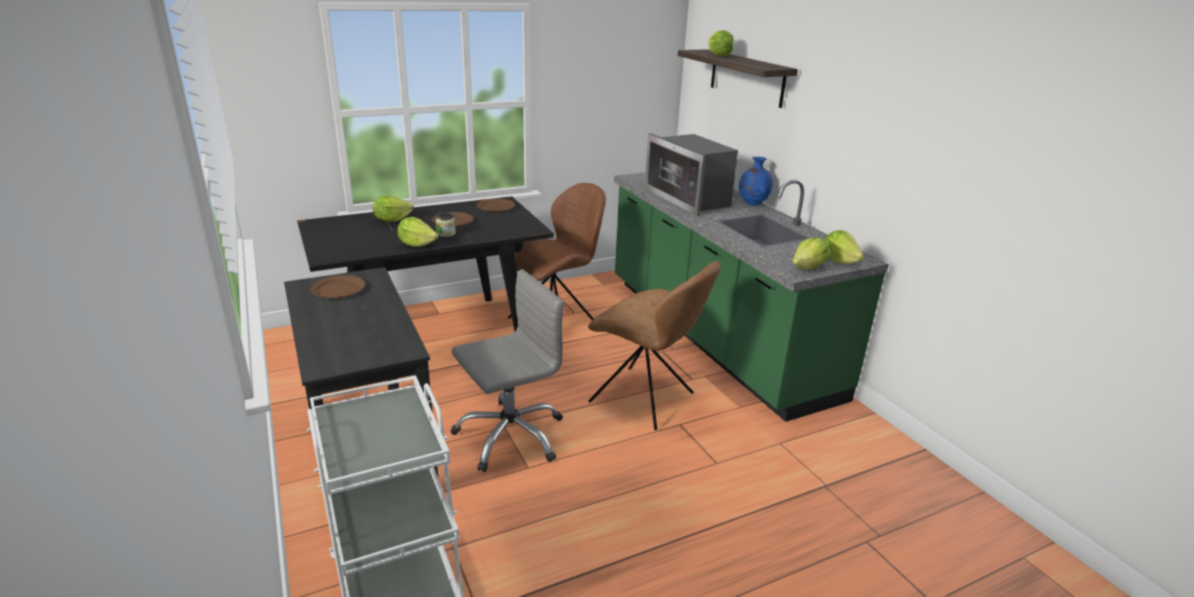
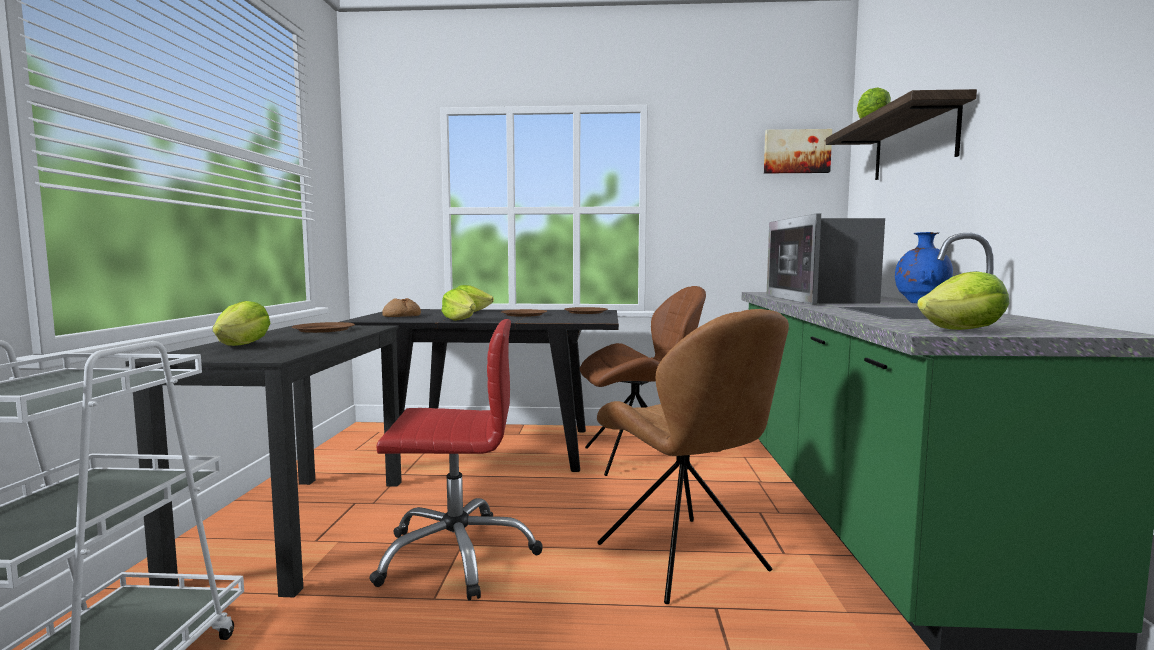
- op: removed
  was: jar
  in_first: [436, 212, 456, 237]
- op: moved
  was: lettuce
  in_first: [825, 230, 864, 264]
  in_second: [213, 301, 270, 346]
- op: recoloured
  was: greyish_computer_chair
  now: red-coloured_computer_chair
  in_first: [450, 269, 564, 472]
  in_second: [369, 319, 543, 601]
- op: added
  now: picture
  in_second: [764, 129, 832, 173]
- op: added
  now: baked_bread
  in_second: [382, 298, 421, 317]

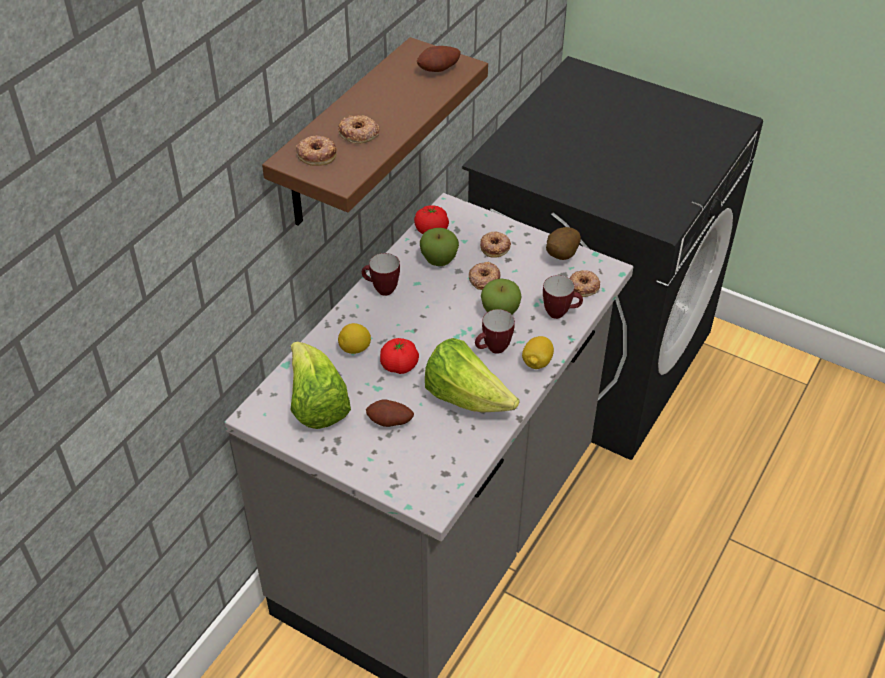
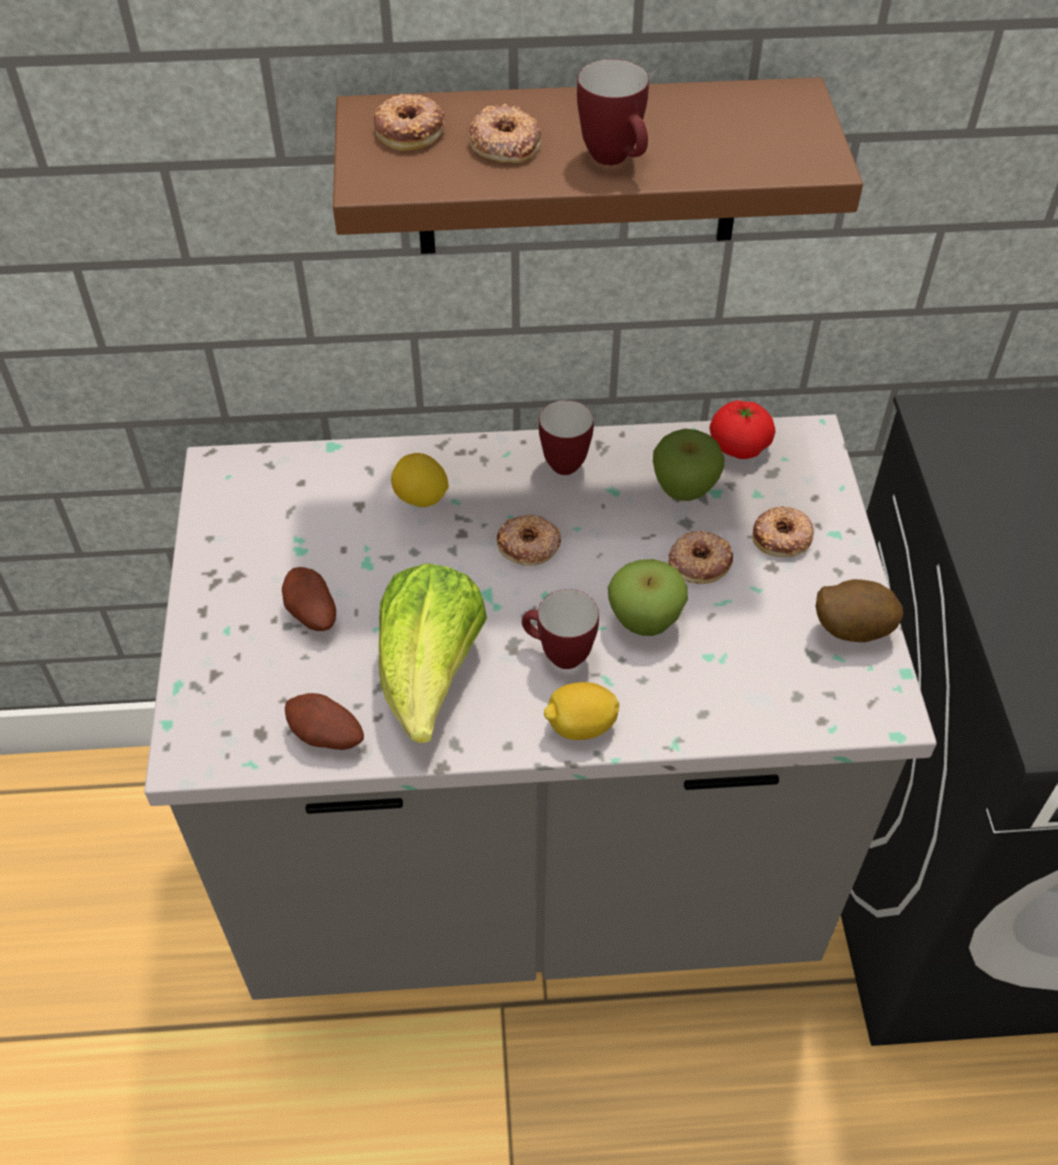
- op: moved
  was: spud
  in_first: [417, 46, 461, 72]
  in_second: [285, 693, 364, 750]
- op: moved
  was: donut
  in_first: [569, 270, 600, 297]
  in_second: [497, 515, 561, 566]
- op: moved
  was: mug
  in_first: [543, 275, 583, 319]
  in_second: [577, 59, 649, 165]
- op: removed
  was: tomato
  in_first: [380, 338, 419, 374]
- op: removed
  was: lettuce
  in_first: [290, 341, 351, 429]

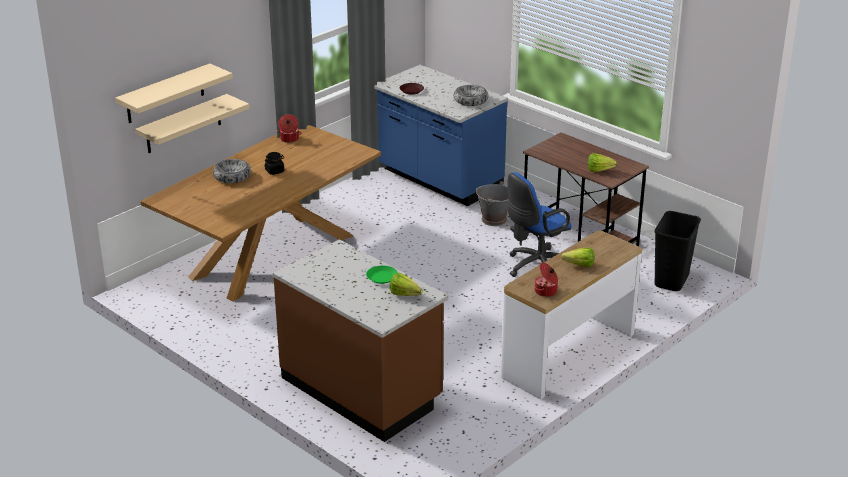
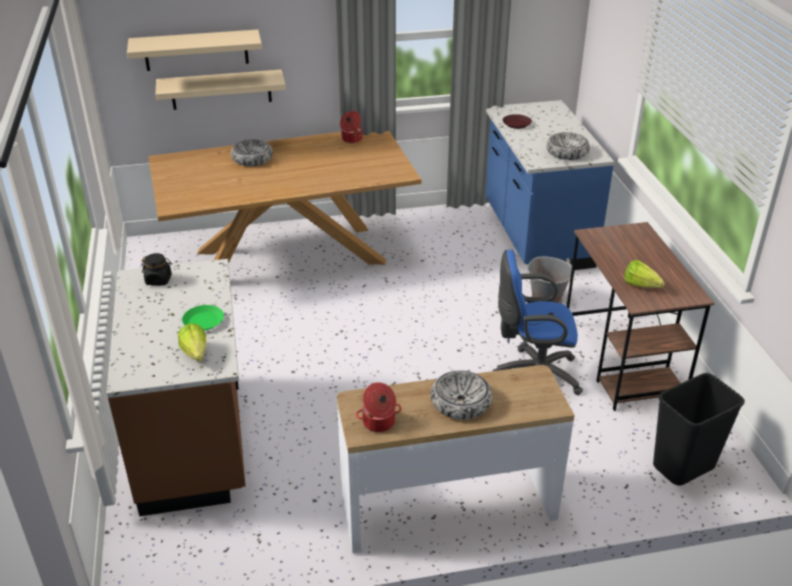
- op: moved
  was: black-coloured_jar
  in_first: [264, 152, 284, 175]
  in_second: [141, 253, 172, 286]
- op: replaced
  was: lettuce
  now: serving_bowl
  in_first: [561, 248, 595, 267]
  in_second: [430, 371, 492, 420]

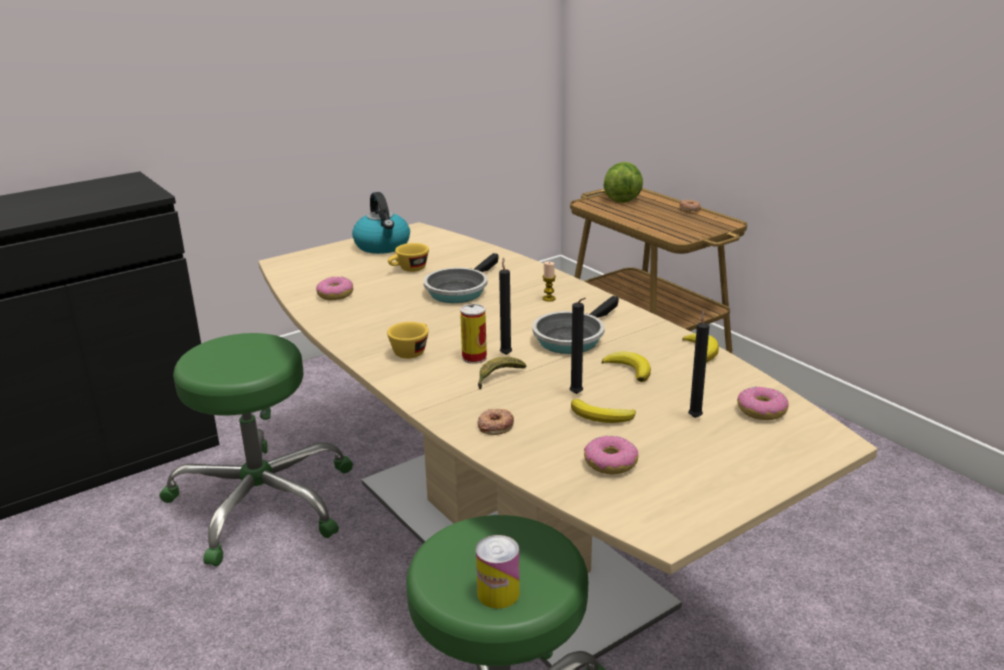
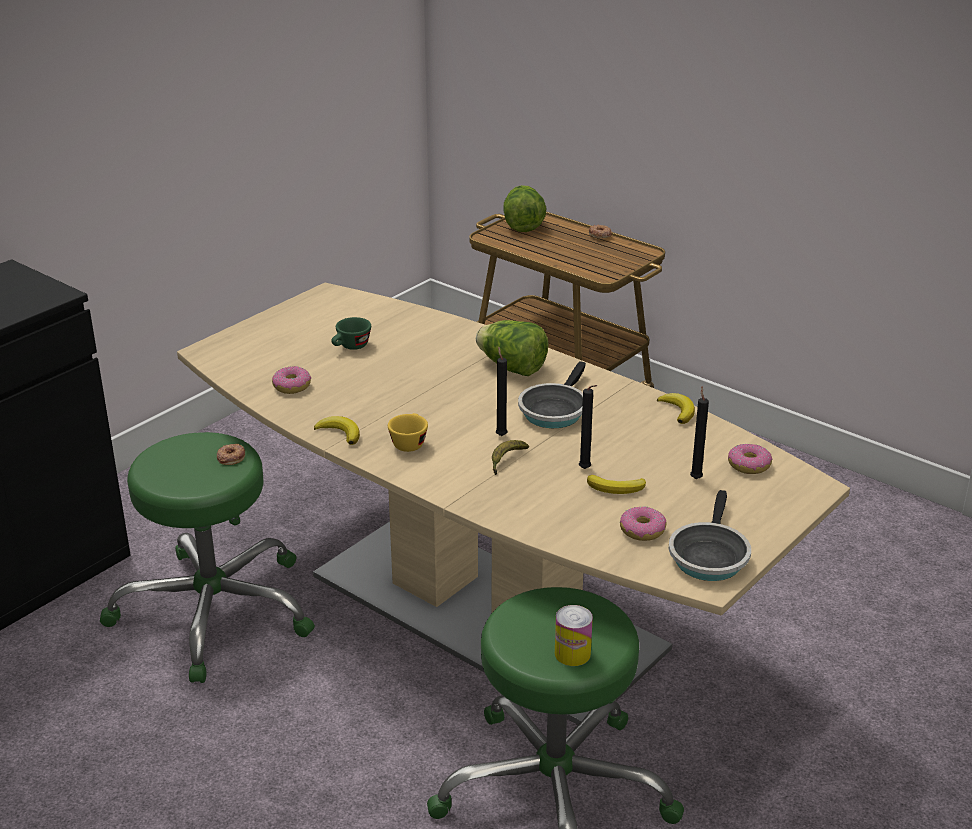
- op: removed
  was: kettle
  in_first: [352, 192, 410, 254]
- op: recoloured
  was: yellow_drinking_cup
  now: green_drinking_cup
  in_first: [388, 243, 429, 272]
  in_second: [331, 317, 371, 350]
- op: moved
  was: skillet
  in_first: [424, 253, 499, 303]
  in_second: [669, 490, 751, 581]
- op: replaced
  was: wax_light
  now: lettuce
  in_first: [542, 262, 556, 302]
  in_second: [476, 320, 549, 376]
- op: removed
  was: sealed_can
  in_first: [460, 304, 487, 364]
- op: moved
  was: banana
  in_first: [602, 351, 651, 382]
  in_second: [314, 416, 360, 445]
- op: moved
  was: donut
  in_first: [477, 409, 514, 435]
  in_second: [217, 444, 245, 465]

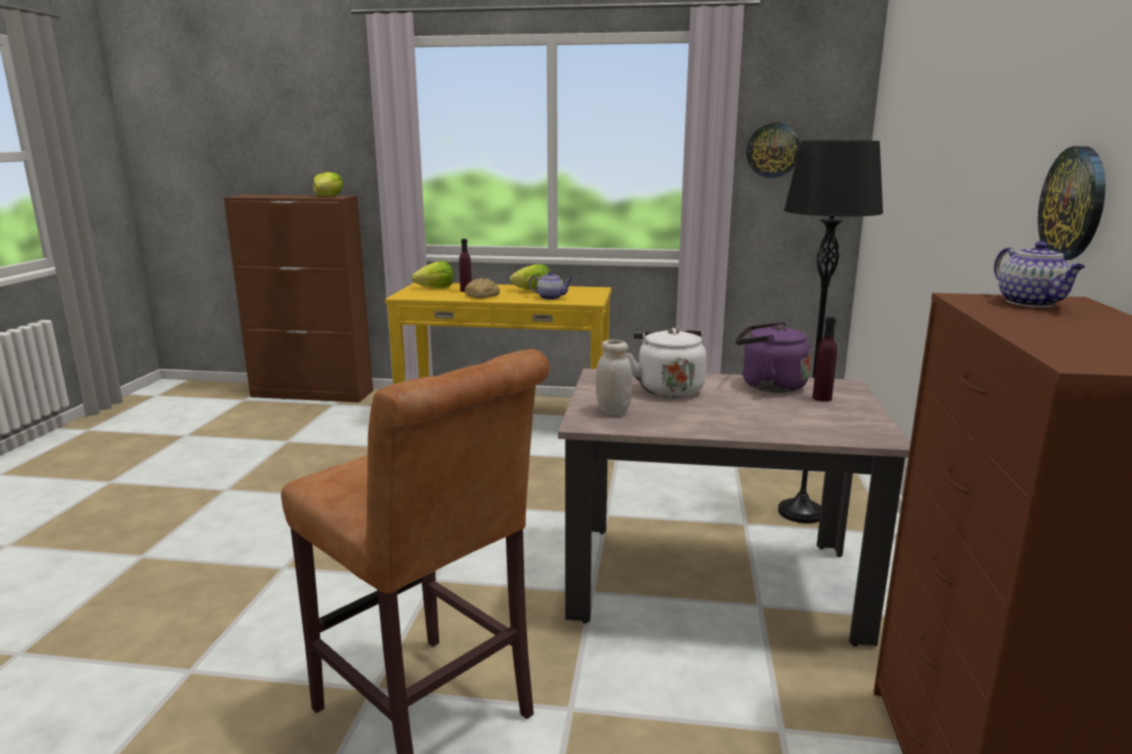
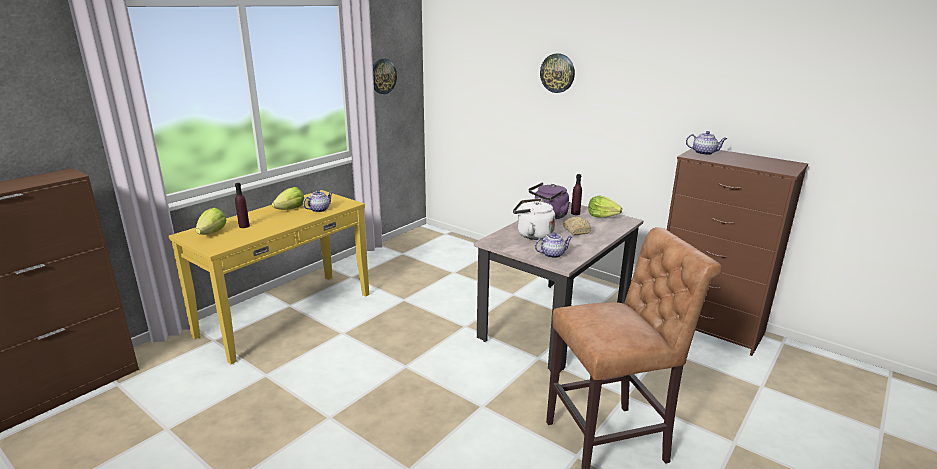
- op: removed
  was: black-coloured_standing_lamp
  in_first: [778, 140, 883, 524]
- op: moved
  was: hanging_clock
  in_first: [1038, 146, 1106, 260]
  in_second: [540, 53, 575, 93]
- op: moved
  was: lettuce
  in_first: [313, 172, 343, 196]
  in_second: [588, 196, 622, 218]
- op: moved
  was: baked_bread
  in_first: [465, 278, 500, 299]
  in_second: [563, 217, 591, 235]
- op: replaced
  was: white-coloured_jar
  now: tea_pot
  in_first: [596, 340, 632, 415]
  in_second: [535, 232, 572, 258]

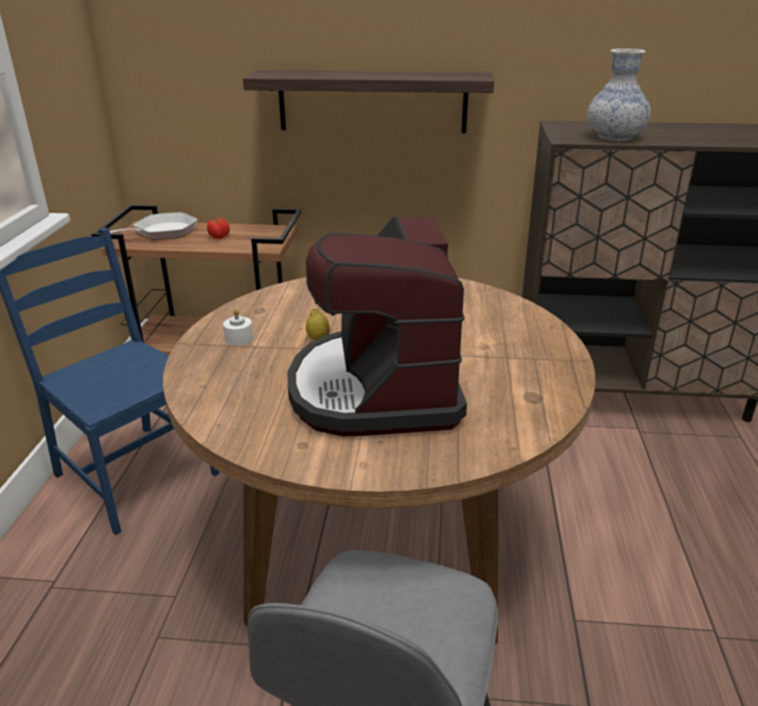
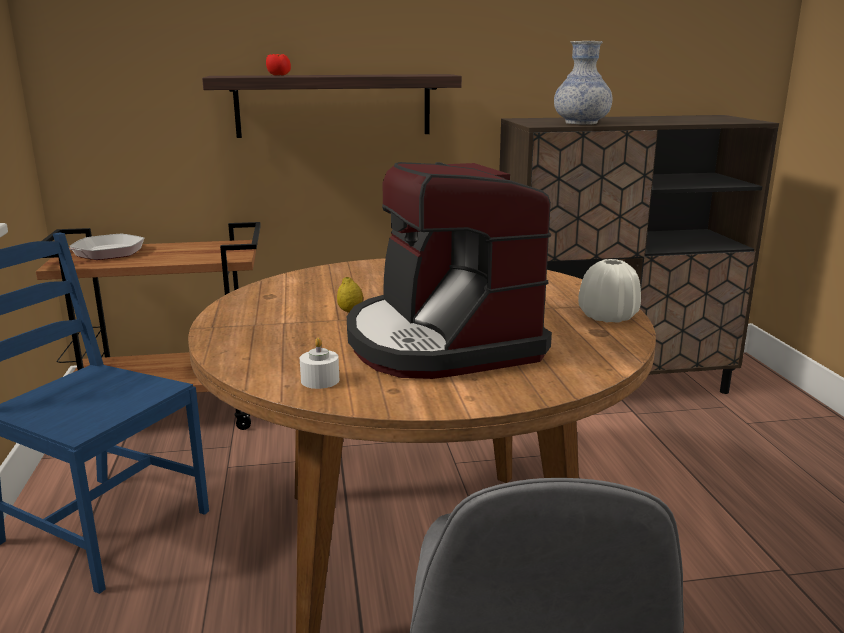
- op: moved
  was: tomato
  in_first: [207, 218, 230, 239]
  in_second: [266, 54, 291, 76]
- op: moved
  was: white-coloured_wax_light
  in_first: [223, 309, 253, 346]
  in_second: [300, 338, 339, 389]
- op: added
  now: white-coloured_flower_vase
  in_second: [578, 259, 641, 323]

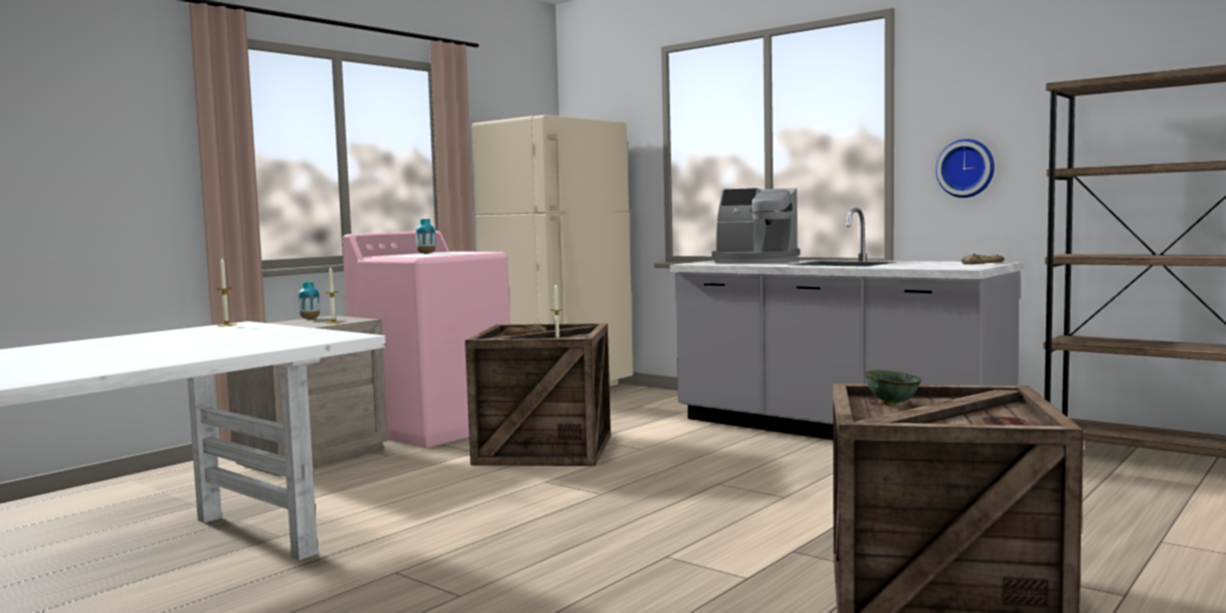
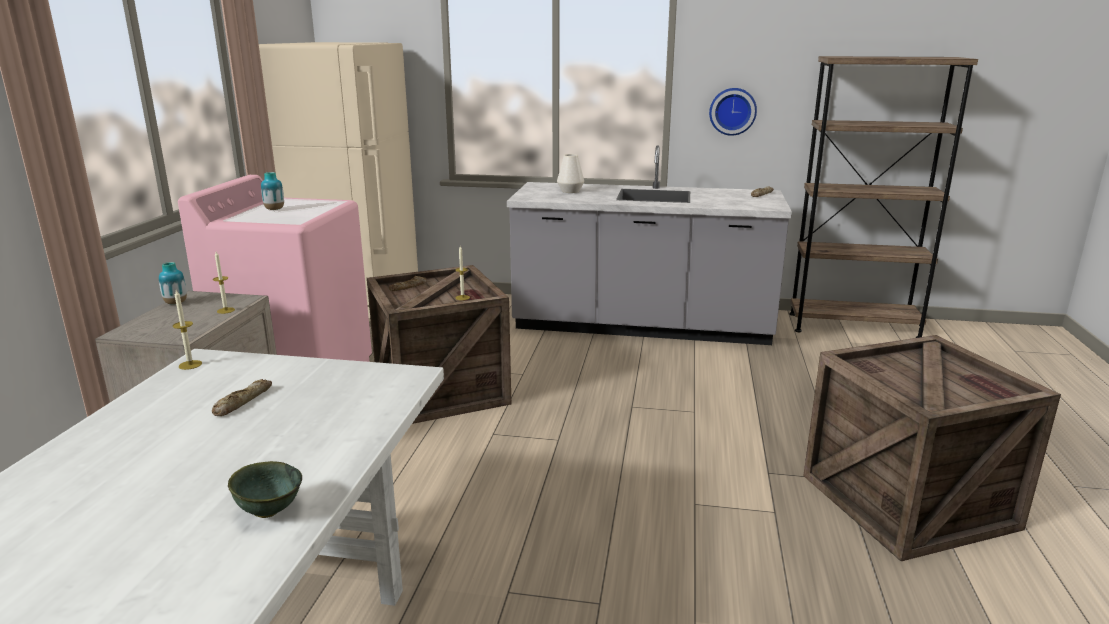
- op: replaced
  was: coffee_maker
  now: white-coloured_flower_vase
  in_first: [712, 188, 800, 264]
  in_second: [557, 154, 584, 193]
- op: moved
  was: green_serving_bowl
  in_first: [865, 370, 921, 406]
  in_second: [228, 461, 302, 518]
- op: added
  now: baked_bread
  in_second: [212, 379, 272, 416]

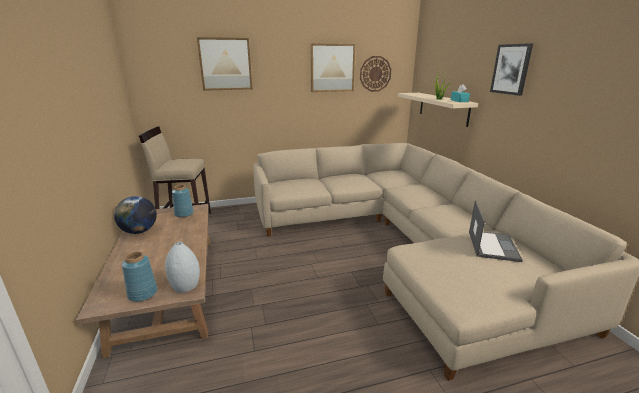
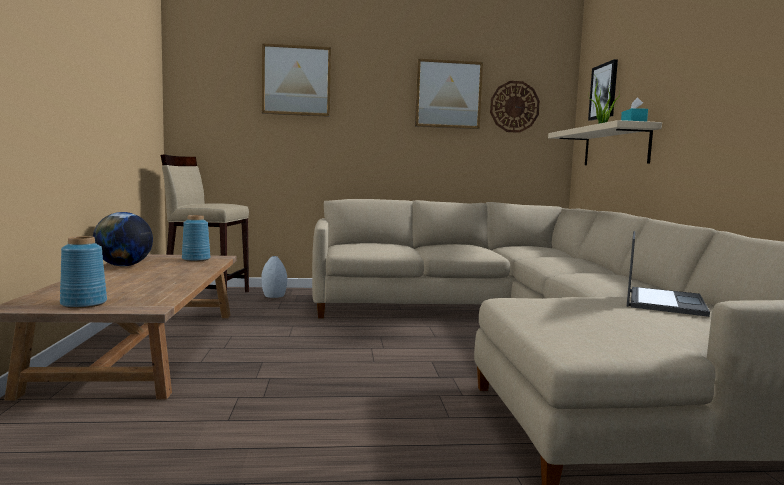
- op: moved
  was: picture
  in_first: [490, 43, 533, 96]
  in_second: [588, 59, 618, 121]
- op: moved
  was: greyish_flower_vase
  in_first: [165, 242, 200, 293]
  in_second: [261, 256, 287, 298]

